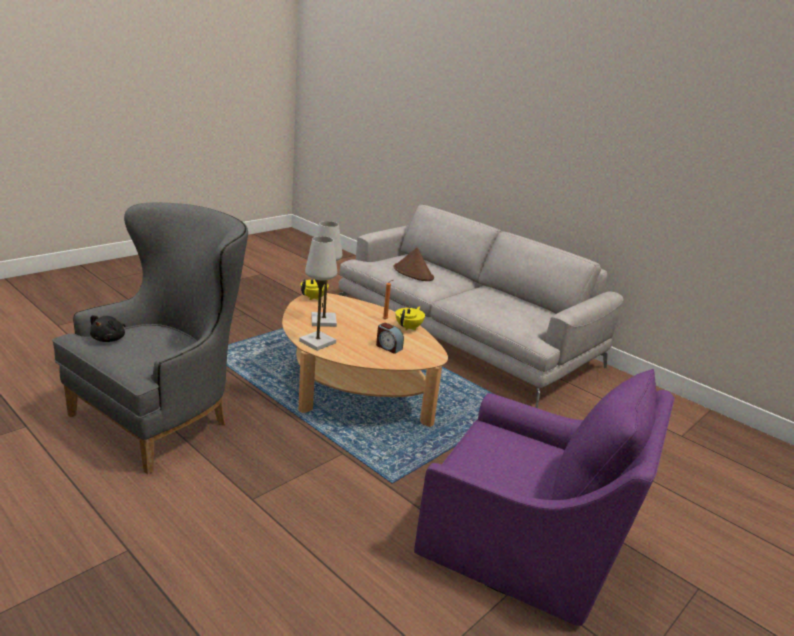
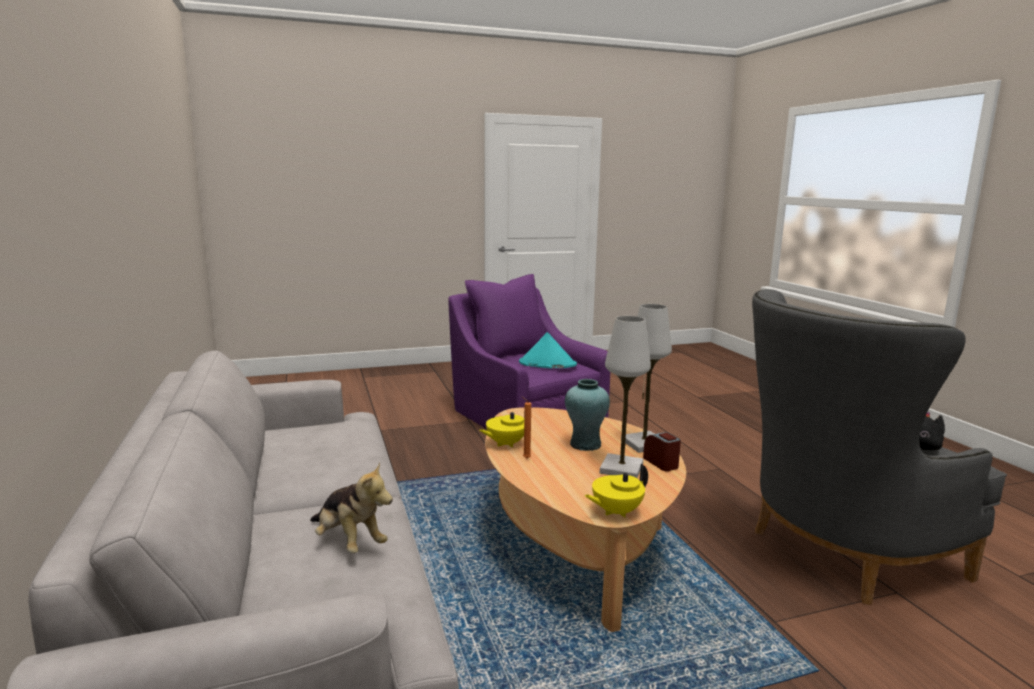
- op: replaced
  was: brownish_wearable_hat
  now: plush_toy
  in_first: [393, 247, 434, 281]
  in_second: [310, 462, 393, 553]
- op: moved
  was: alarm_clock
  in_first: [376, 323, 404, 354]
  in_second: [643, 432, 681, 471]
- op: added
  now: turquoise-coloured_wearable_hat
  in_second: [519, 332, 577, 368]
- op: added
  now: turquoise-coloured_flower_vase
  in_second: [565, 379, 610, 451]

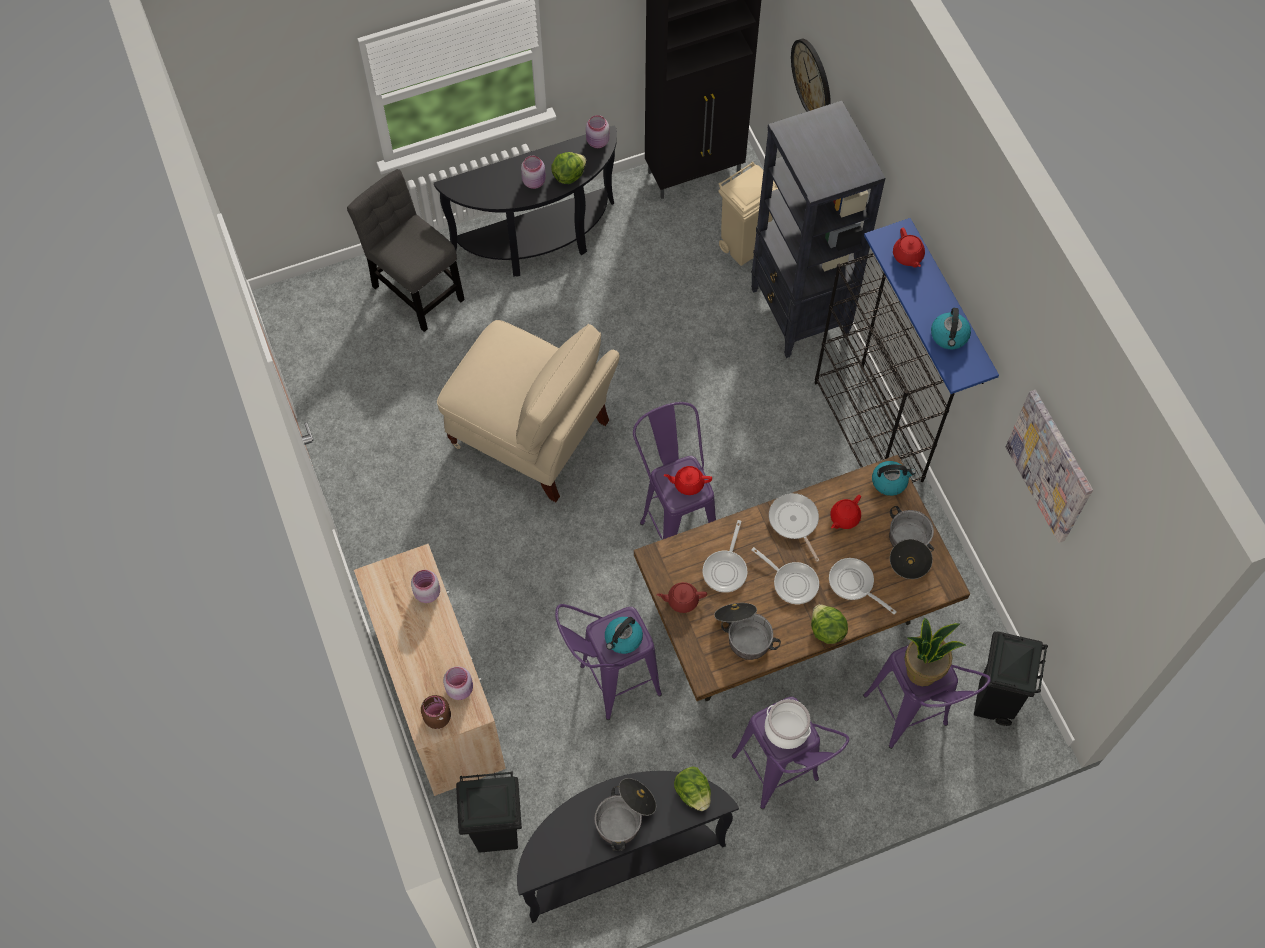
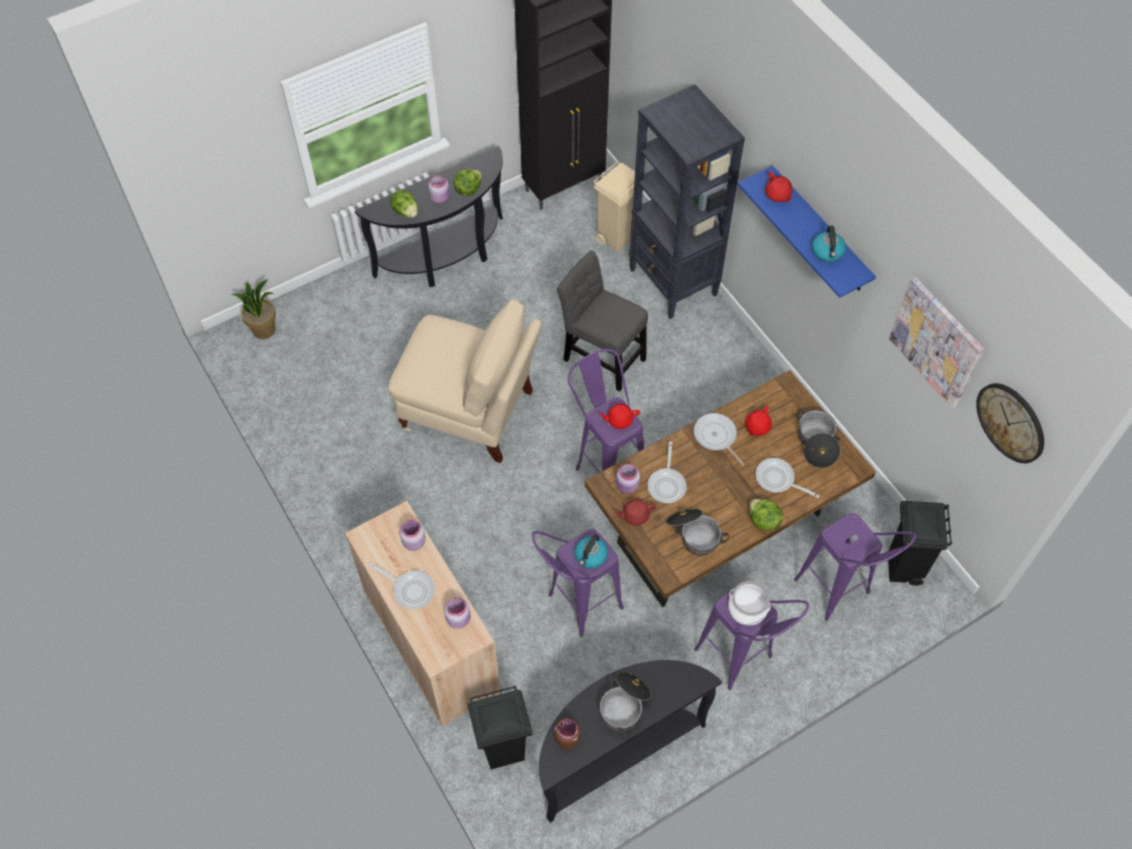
- op: moved
  was: hanging_clock
  in_first: [791, 39, 831, 112]
  in_second: [976, 383, 1044, 463]
- op: moved
  was: pinkish_jar
  in_first: [586, 115, 610, 148]
  in_second: [616, 464, 640, 494]
- op: moved
  was: greyish_plain_chair
  in_first: [347, 169, 465, 332]
  in_second: [557, 250, 648, 391]
- op: removed
  was: black-coloured_shelving_unit
  in_first: [815, 253, 955, 483]
- op: removed
  was: kettle
  in_first: [872, 461, 916, 496]
- op: moved
  was: skillet
  in_first: [751, 547, 819, 604]
  in_second: [369, 563, 435, 610]
- op: moved
  was: houseplant
  in_first: [904, 618, 966, 686]
  in_second: [231, 279, 276, 339]
- op: moved
  was: brownish_jar
  in_first: [421, 695, 451, 729]
  in_second: [554, 718, 581, 750]
- op: moved
  was: lettuce
  in_first: [674, 767, 711, 811]
  in_second: [390, 189, 418, 218]

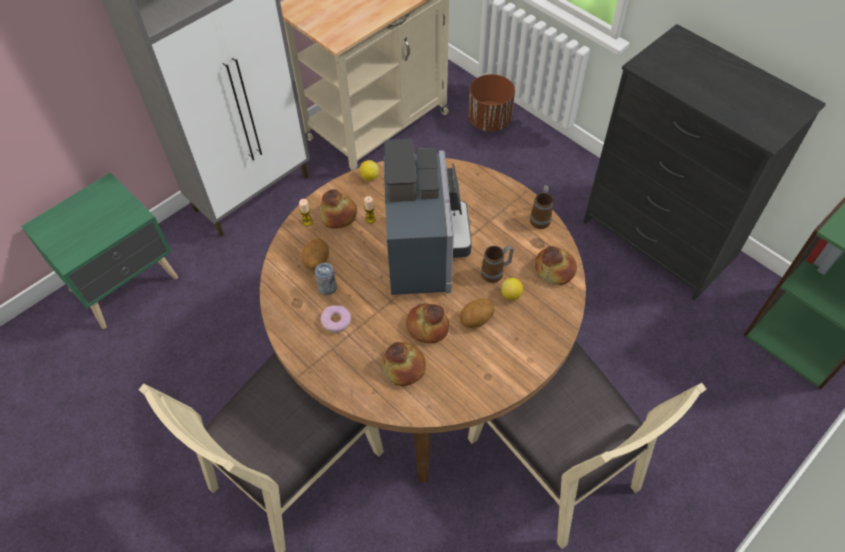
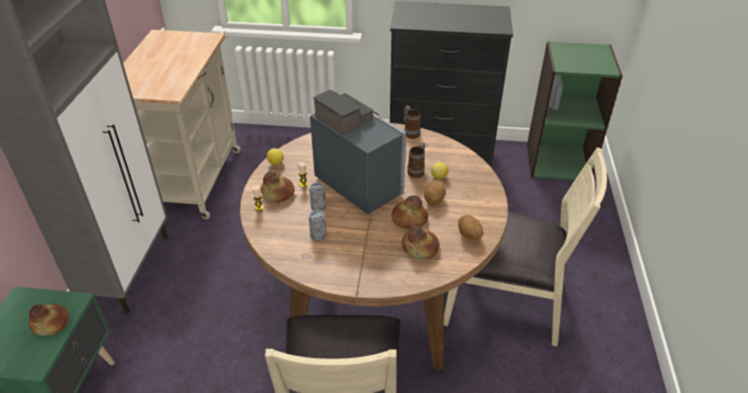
- op: removed
  was: brownish_flower_pot
  in_first: [468, 74, 515, 132]
- op: moved
  was: spud
  in_first: [302, 238, 329, 270]
  in_second: [458, 215, 484, 240]
- op: moved
  was: baked_bread
  in_first: [535, 246, 577, 285]
  in_second: [29, 304, 69, 336]
- op: removed
  was: donut
  in_first: [320, 305, 352, 333]
- op: added
  now: sealed_can
  in_second: [309, 182, 326, 211]

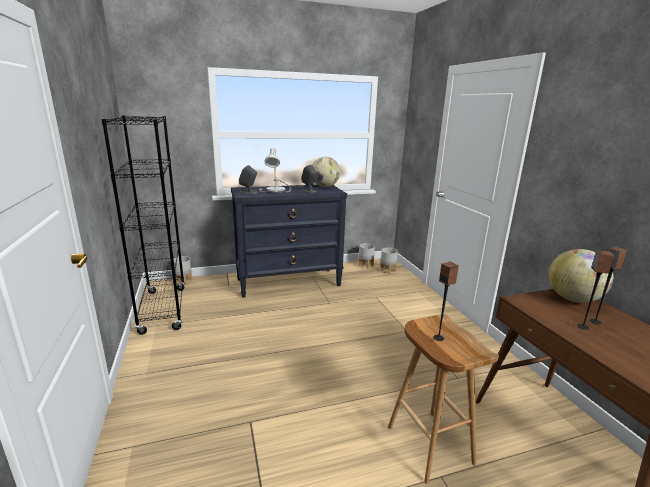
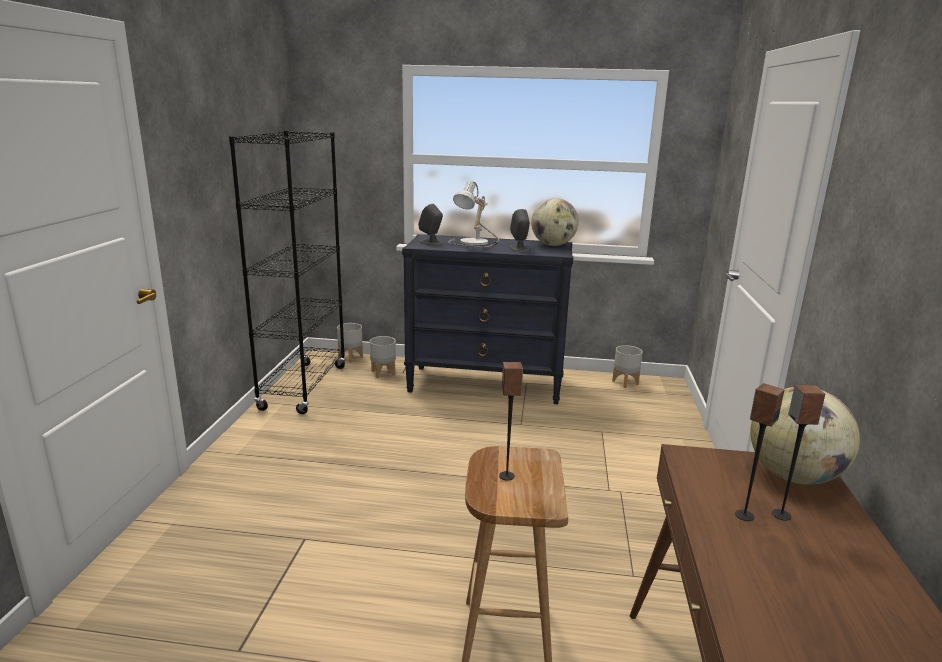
- op: moved
  was: greyish_flower_pot
  in_first: [380, 248, 398, 274]
  in_second: [370, 336, 396, 378]

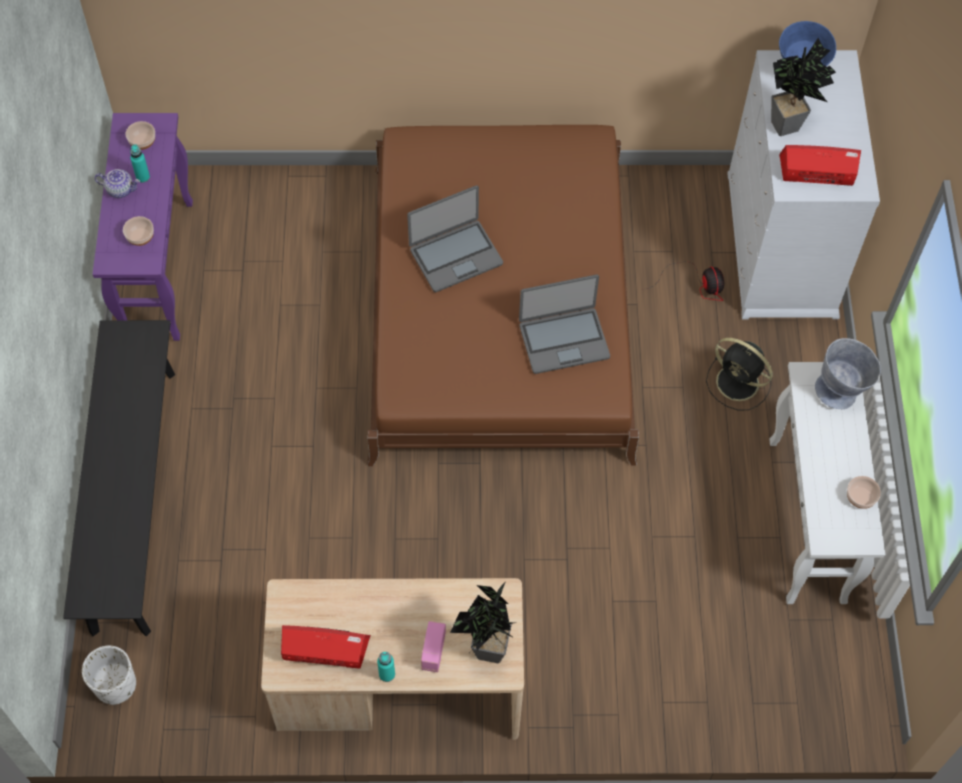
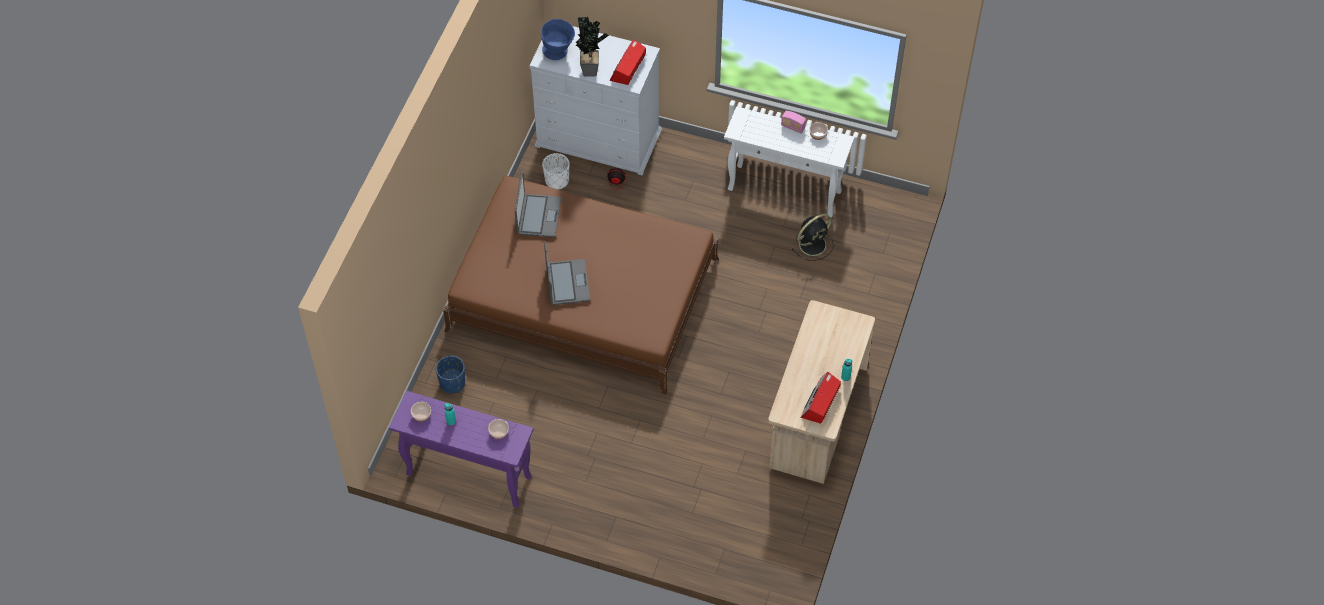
- op: removed
  was: tea_pot
  in_first: [94, 169, 140, 198]
- op: moved
  was: laptop
  in_first: [519, 275, 610, 374]
  in_second: [515, 172, 561, 237]
- op: removed
  was: black-coloured_bench
  in_first: [63, 320, 175, 636]
- op: moved
  was: black-coloured_electric_fan
  in_first: [706, 338, 773, 411]
  in_second: [792, 214, 834, 261]
- op: removed
  was: greyish_serving_bowl
  in_first: [815, 338, 881, 409]
- op: removed
  was: houseplant
  in_first: [450, 581, 514, 664]
- op: moved
  was: radio_receiver
  in_first: [421, 621, 446, 672]
  in_second: [781, 111, 806, 134]
- op: moved
  was: white-coloured_flower_pot
  in_first: [82, 646, 136, 705]
  in_second: [542, 153, 569, 190]
- op: added
  now: blue_flower_pot
  in_second: [436, 356, 465, 394]

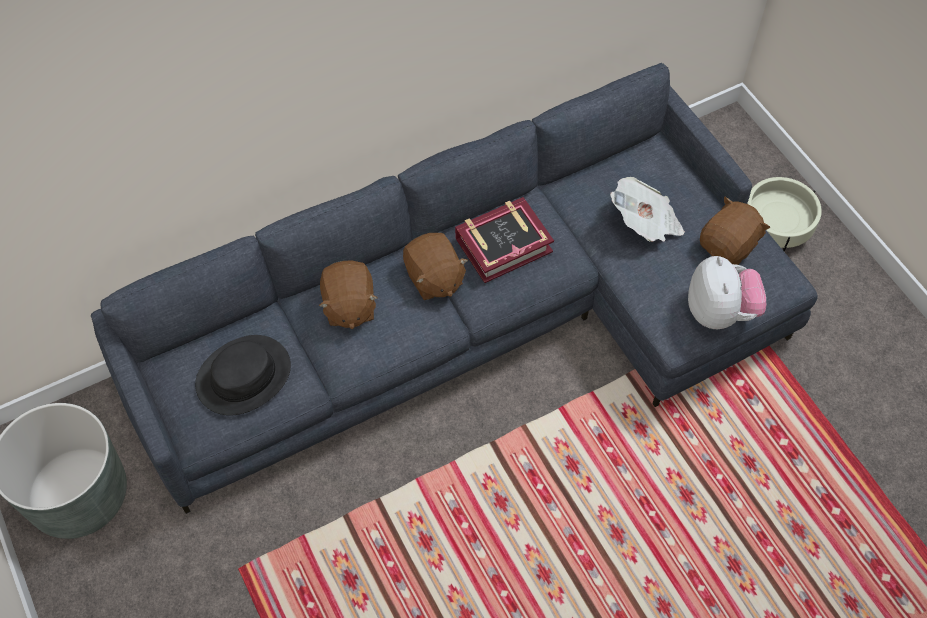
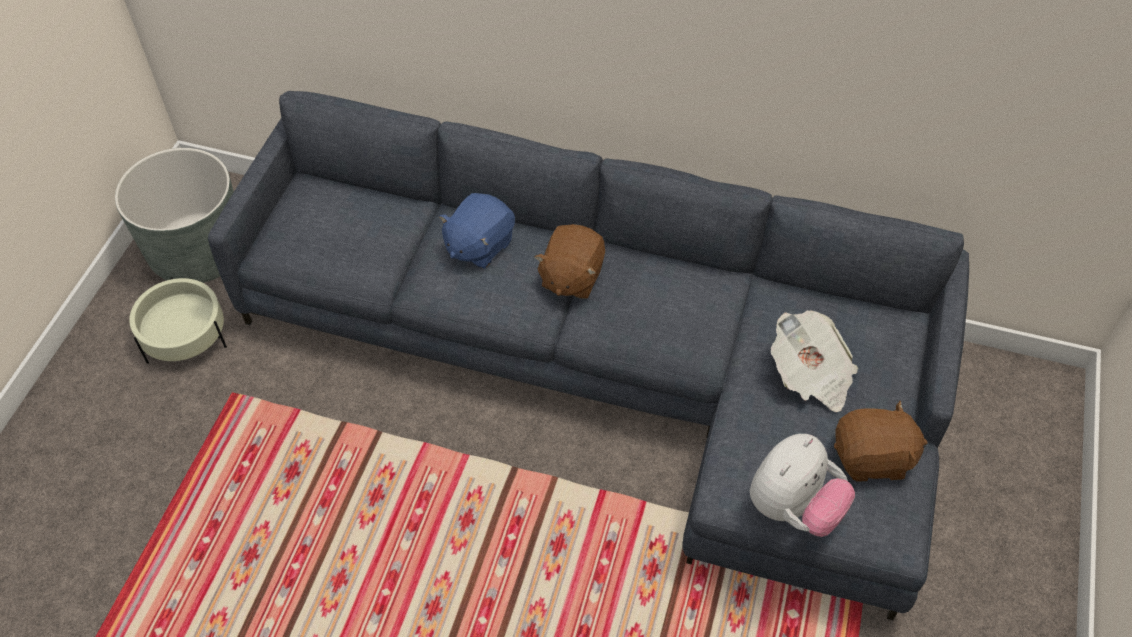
- op: moved
  was: sand-coloured_flower_pot
  in_first: [747, 177, 822, 252]
  in_second: [129, 277, 227, 364]
- op: removed
  was: bound_book
  in_first: [455, 197, 554, 283]
- op: recoloured
  was: brownish_plush_toy
  now: blue_plush_toy
  in_first: [319, 260, 378, 329]
  in_second: [439, 193, 515, 269]
- op: removed
  was: black-coloured_wearable_hat
  in_first: [195, 335, 291, 416]

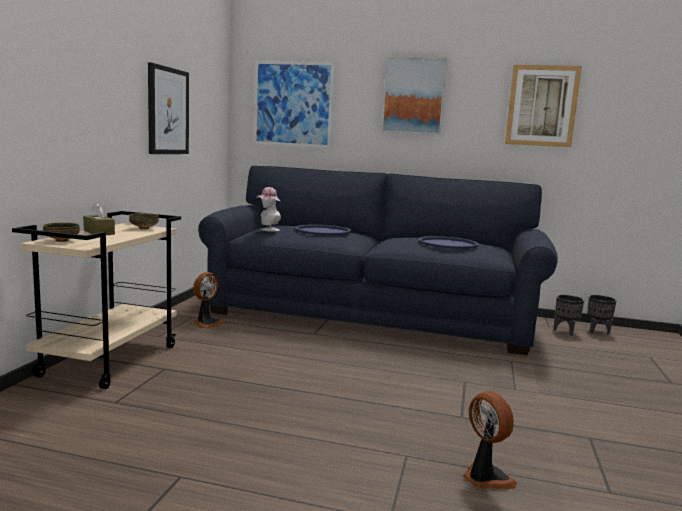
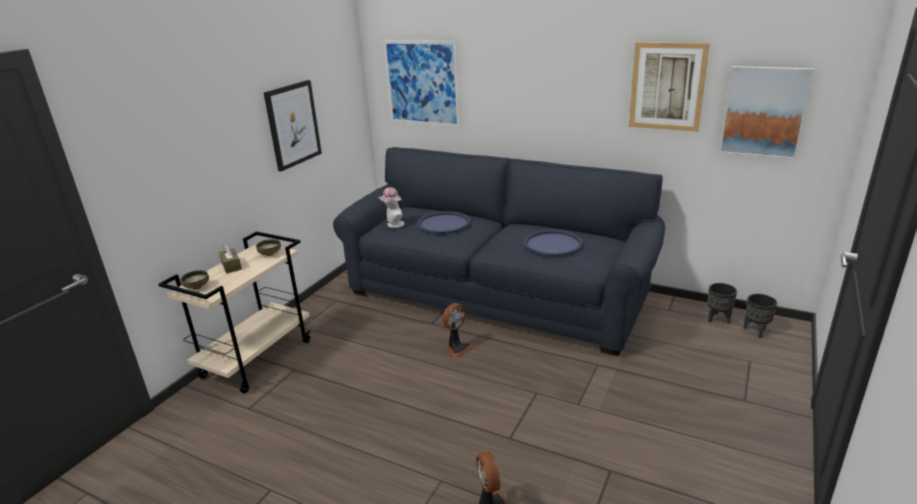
- op: moved
  was: picture
  in_first: [381, 57, 447, 135]
  in_second: [719, 66, 814, 159]
- op: moved
  was: electric_fan
  in_first: [193, 272, 225, 329]
  in_second: [442, 303, 474, 358]
- op: moved
  was: black-coloured_flower_pot
  in_first: [554, 295, 584, 336]
  in_second: [743, 294, 777, 338]

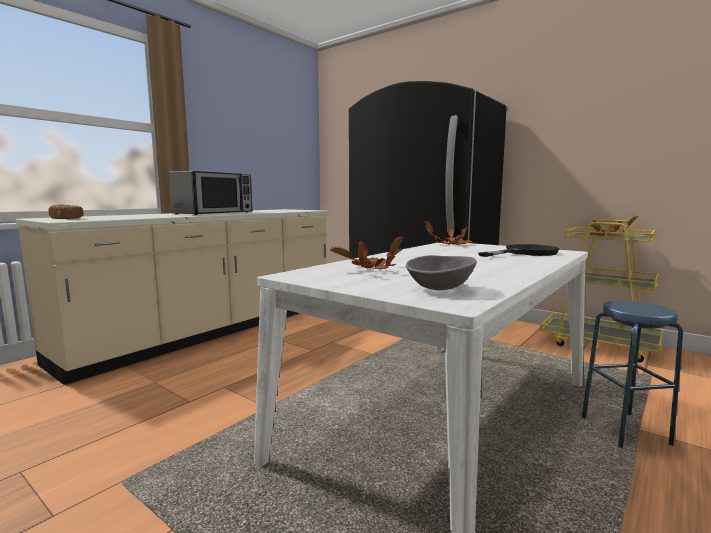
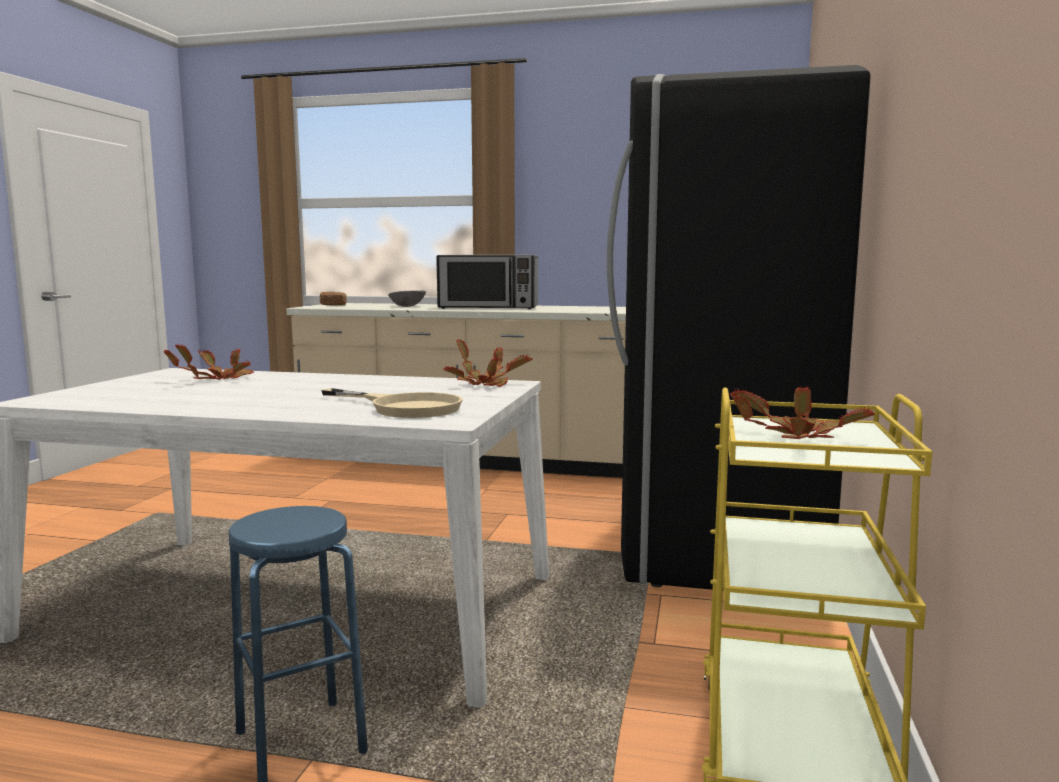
- op: recoloured
  was: black-coloured_skillet
  now: sand-coloured_skillet
  in_first: [478, 244, 560, 257]
  in_second: [321, 388, 463, 418]
- op: moved
  was: greyish_serving_bowl
  in_first: [406, 255, 477, 290]
  in_second: [388, 290, 426, 307]

